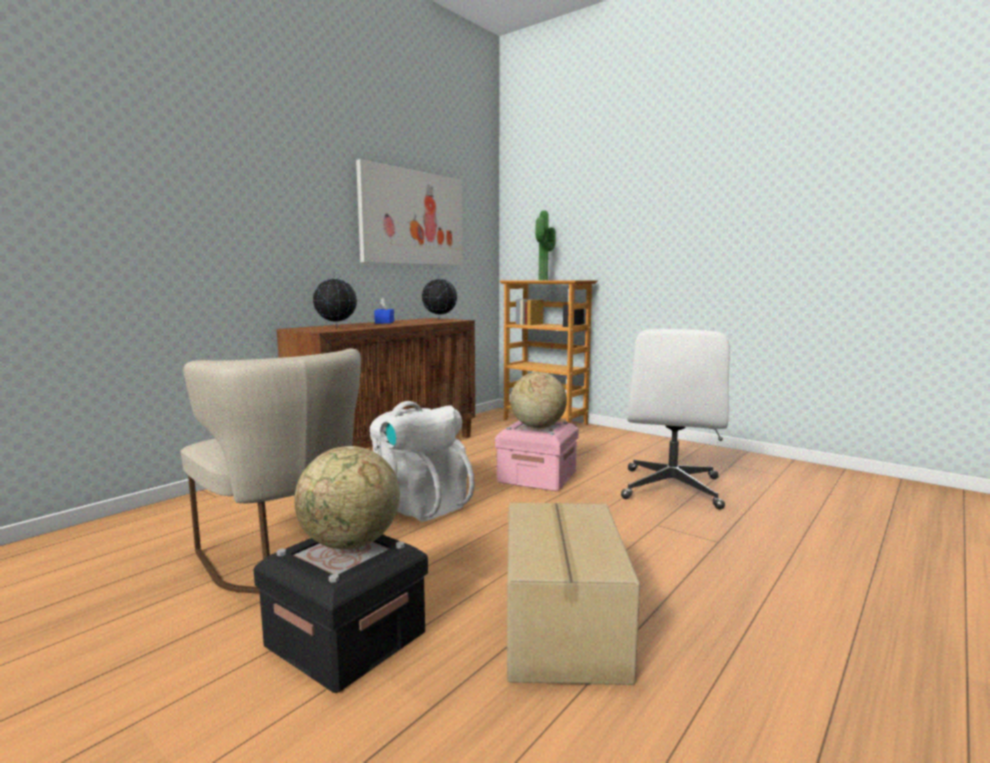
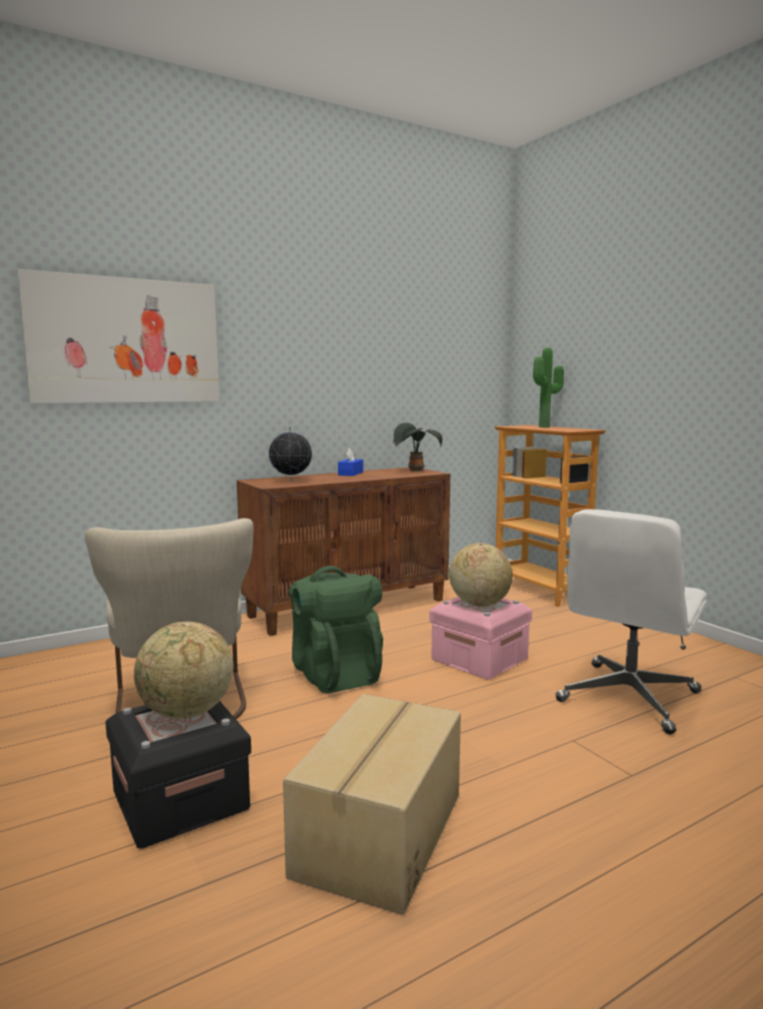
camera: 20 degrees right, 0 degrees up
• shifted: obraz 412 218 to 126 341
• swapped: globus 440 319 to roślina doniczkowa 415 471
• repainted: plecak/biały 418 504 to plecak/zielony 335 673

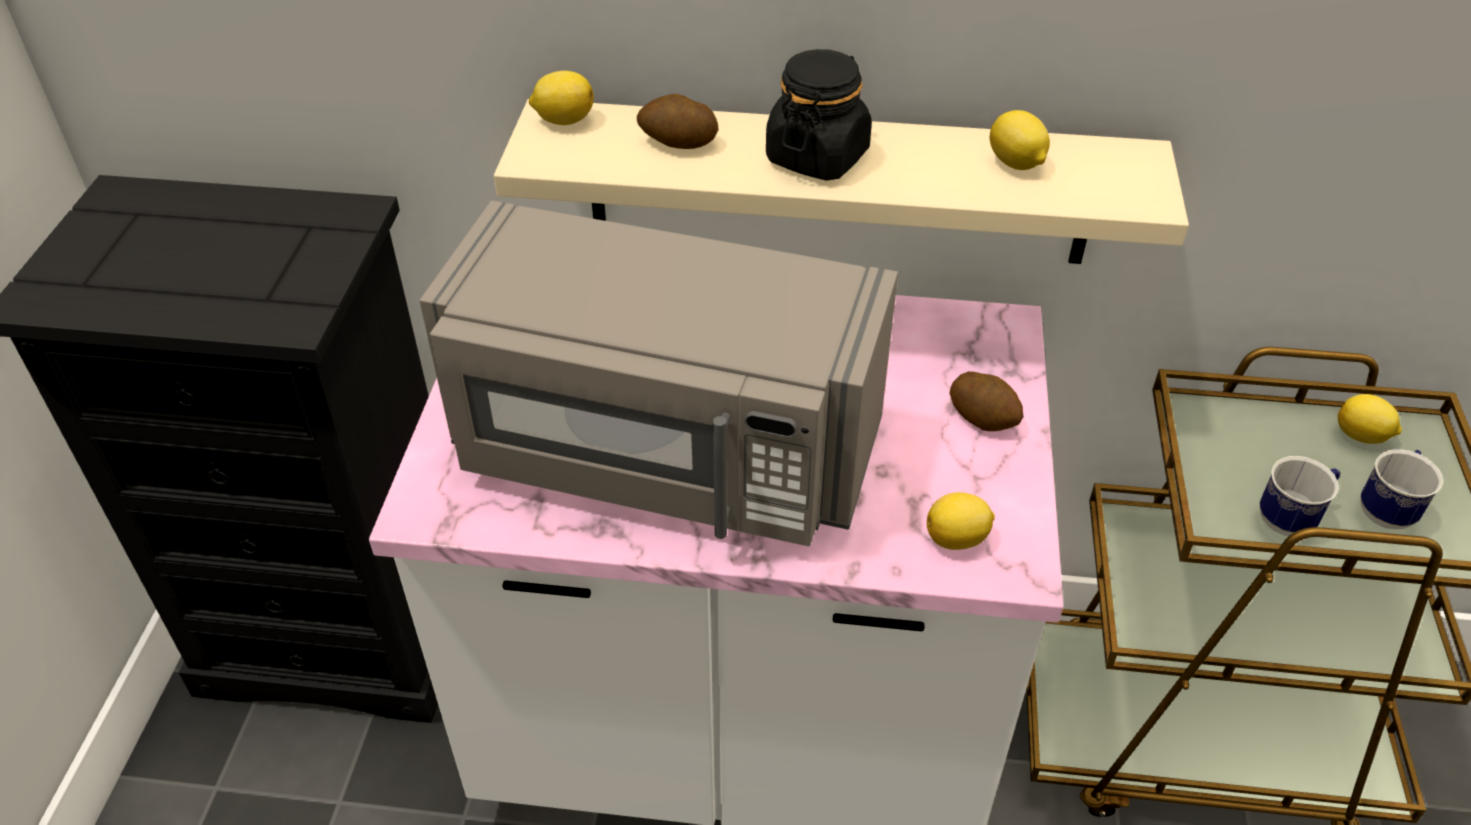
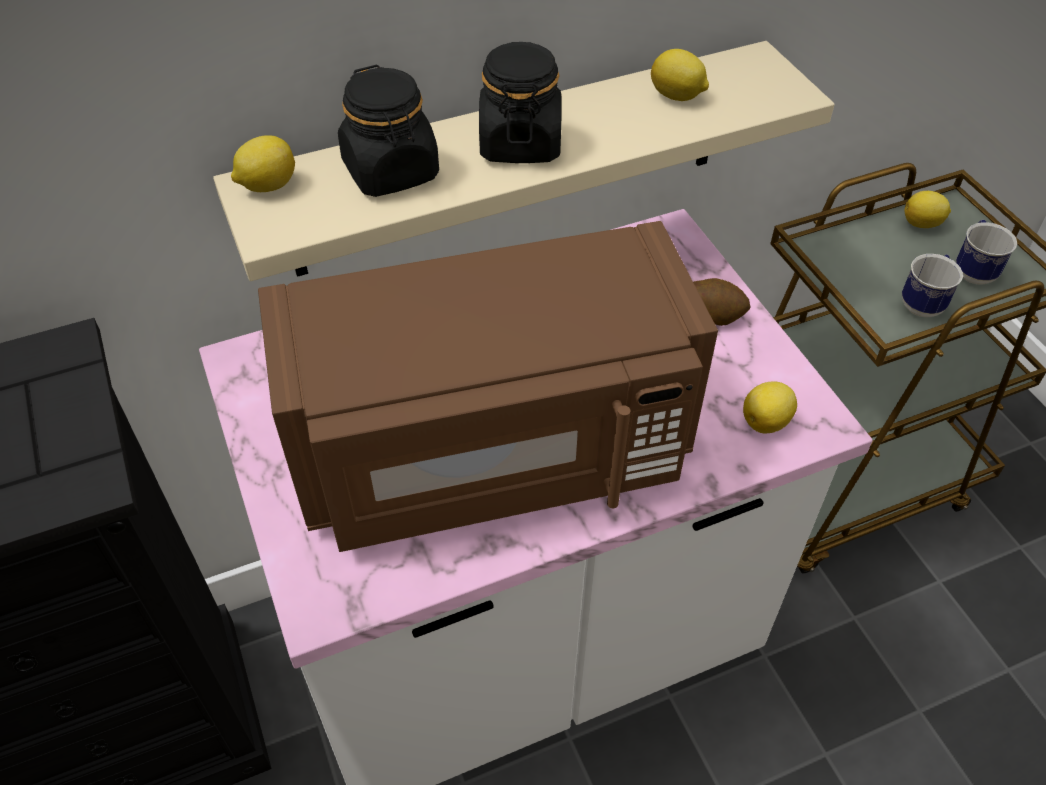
camera: 30 degrees left, 5 degrees up
• swapped: ziemniak 678 143 to słoik/czarny 391 171
• repainted: mikrofalówka/szary 664 453 to mikrofalówka/brązowy 494 453

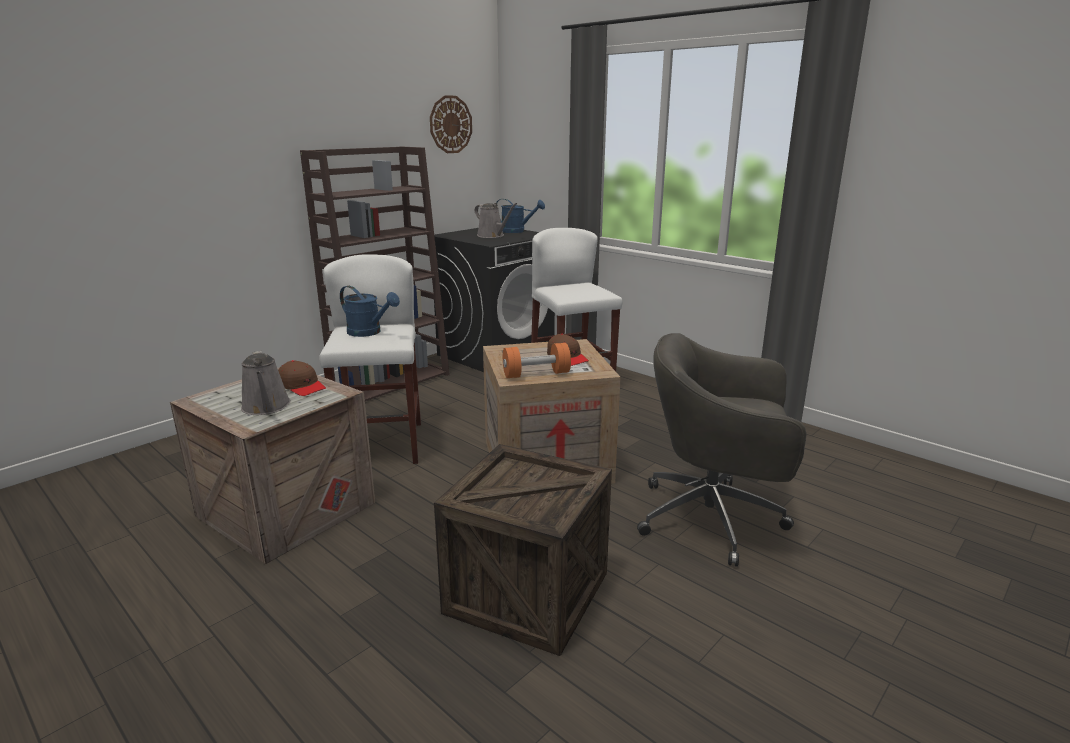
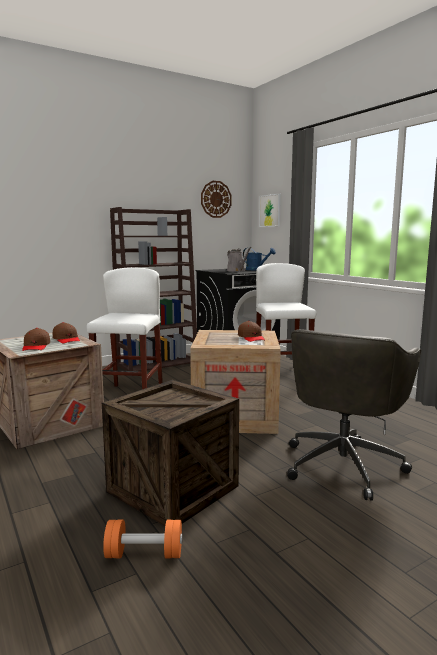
camera: 15 degrees right, 10 degrees down
• gone: konewka/niebieski 369 332
• new: obraz 270 210
• shifted: hantel/pomarańczowy 536 374 to 144 554
• swapped: konewka/szary 266 407 to czapka z daszkiem/brązowy 36 346
• rotated: krzesło biurowe/szary 714 518 = 344 464 90 degrees counterclockwise

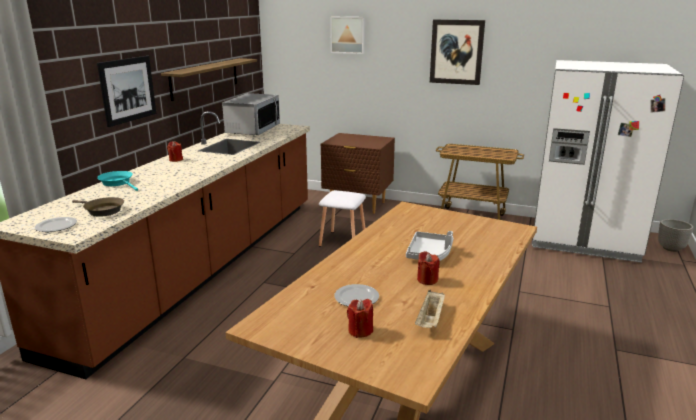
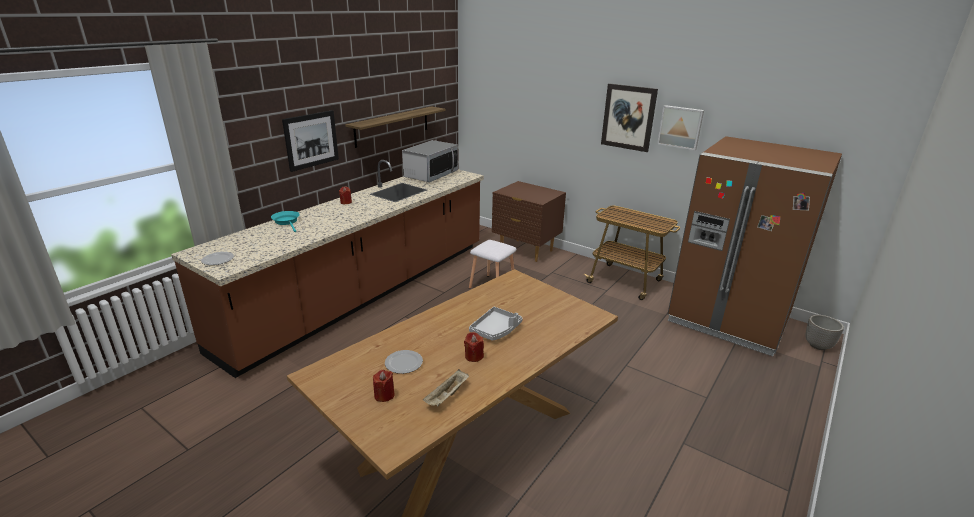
camera: 15 degrees right, 5 degrees up
• gone: patelnia/brązowy 102 210
• shifted: obraz 348 35 to 680 127
• repainted: lodówka/biały 584 239 to lodówka/brązowy 728 320

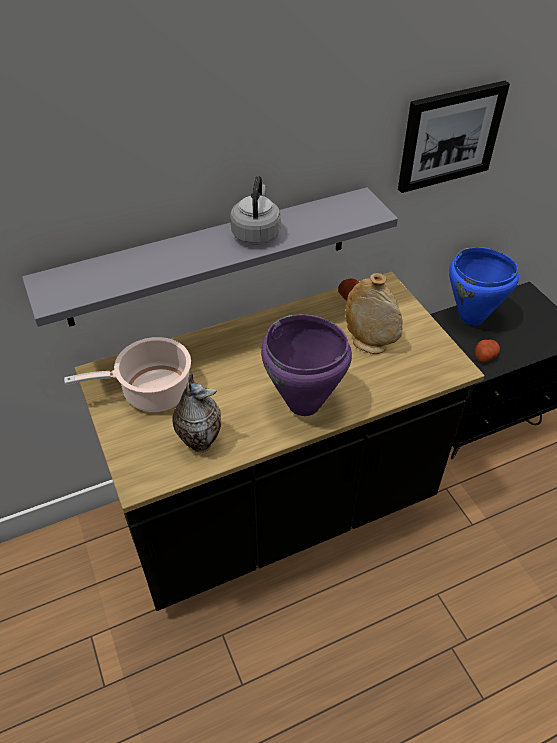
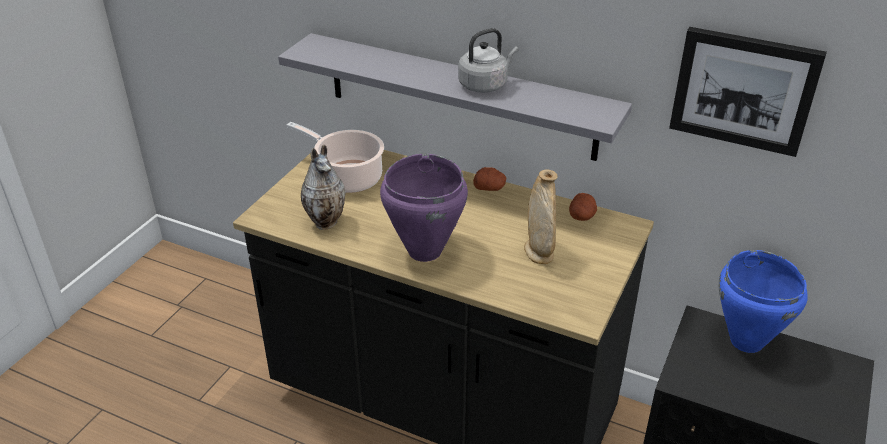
camera: 50 degrees right, 10 degrees down
• shifted: ziemniak 485 355 to 490 188

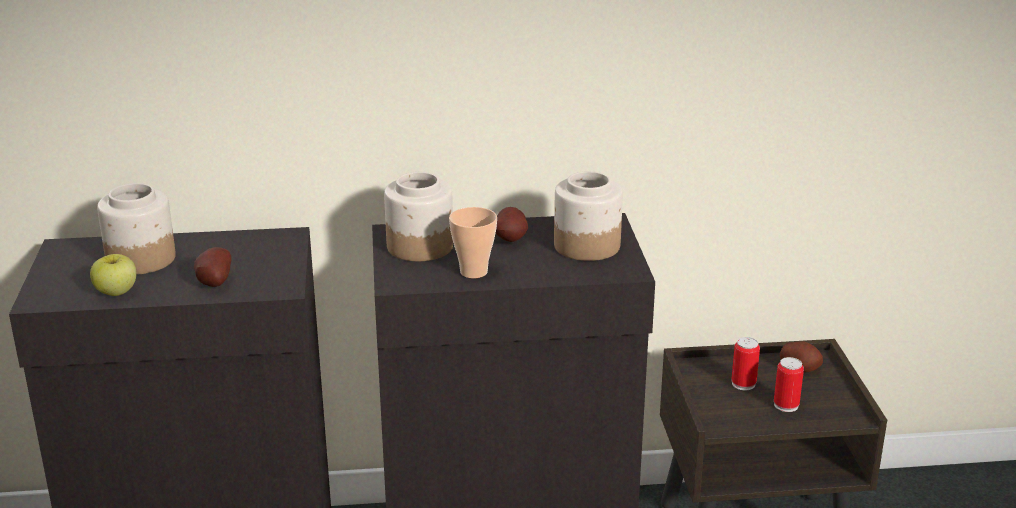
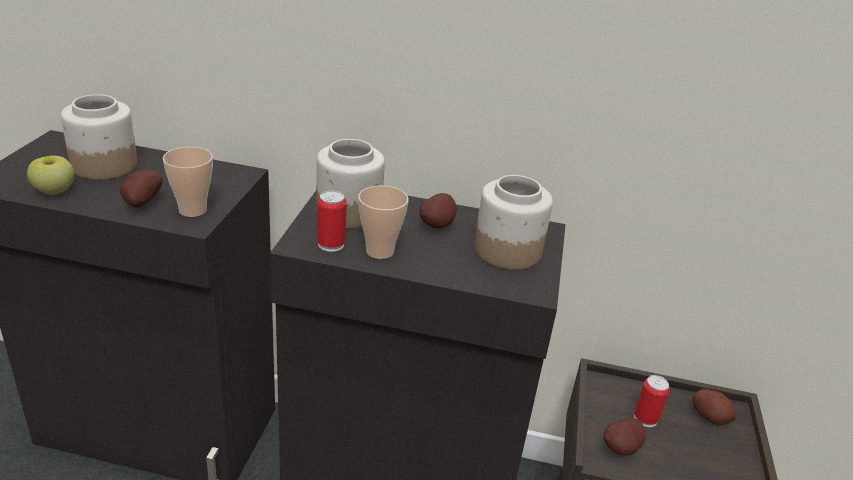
camera: 15 degrees right, 5 degrees up
• new: filiżanka 192 210
• new: ziemniak 622 449
• shifted: puszka 786 405 to 331 244

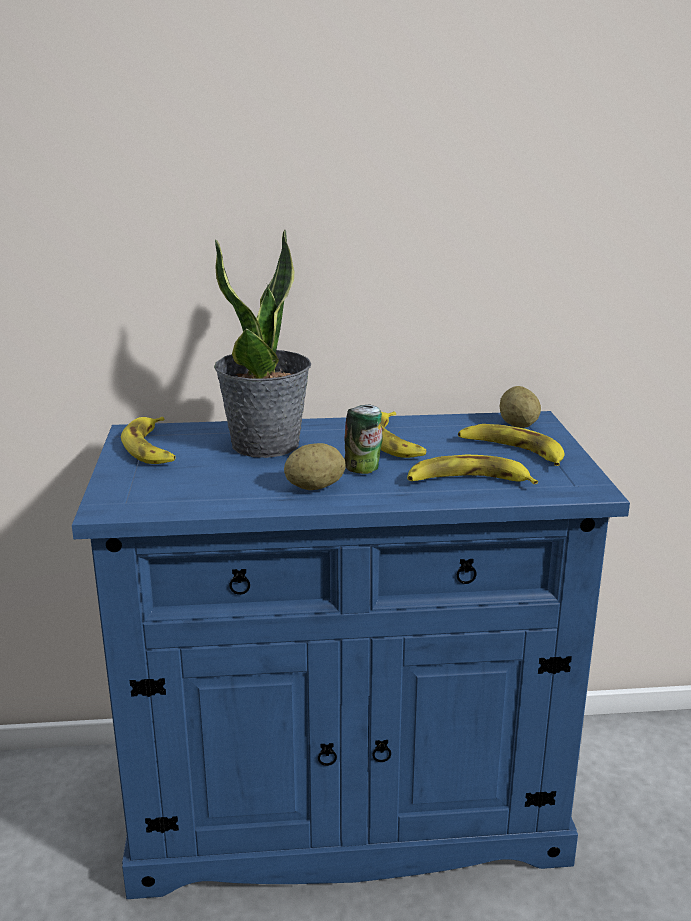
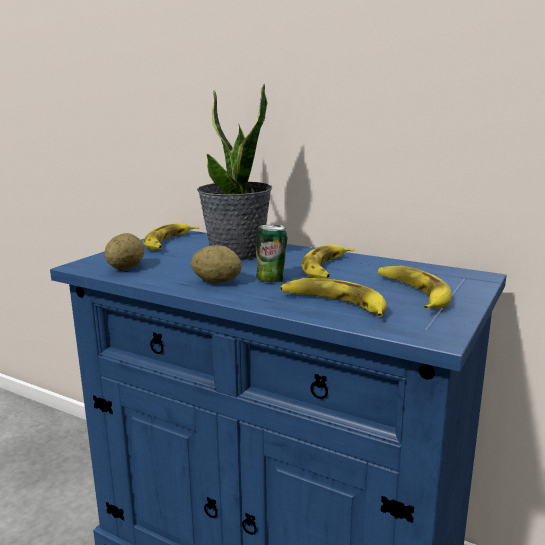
camera: 35 degrees right, 5 degrees down
• shifted: ziemniak 518 425 to 126 268

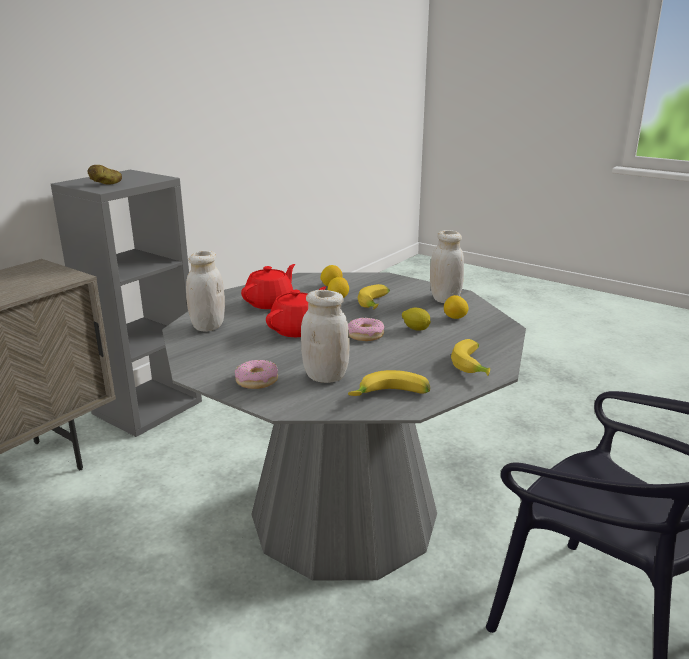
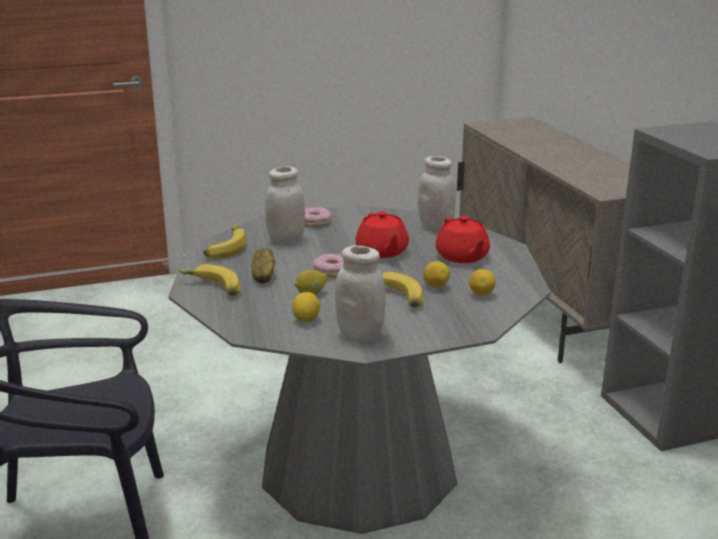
camera: 125 degrees right, 0 degrees up
• shifted: ziemniak 106 184 to 263 277

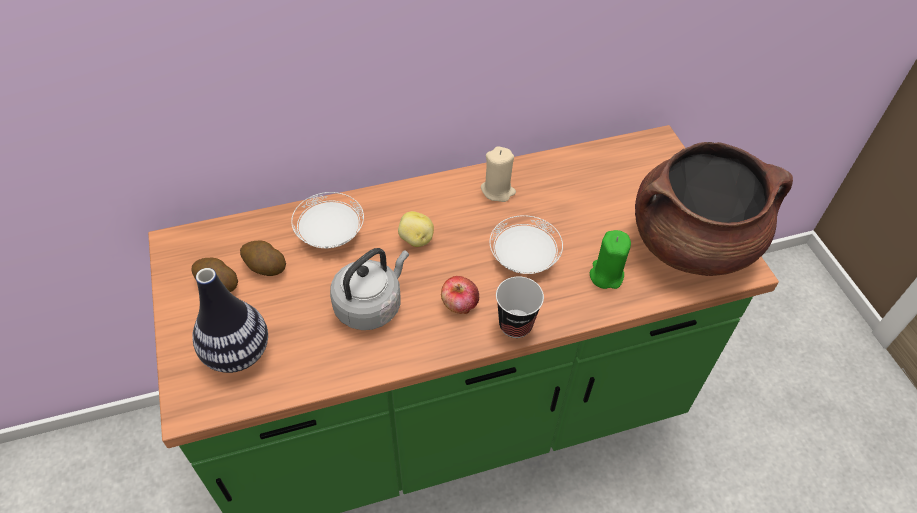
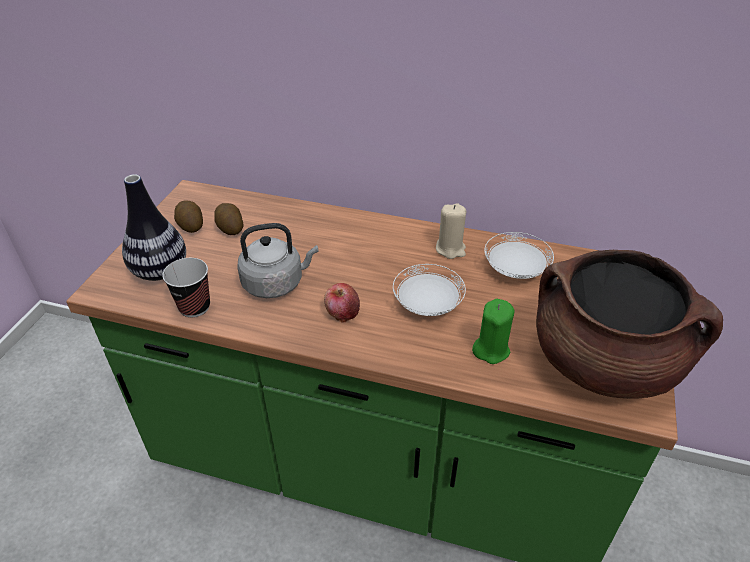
camera: 35 degrees right, 10 degrees down
• gone: ziemniak 416 240
• shifted: talerz/biały 331 233 to 516 270
• shifted: filiżanka 515 325 to 194 307

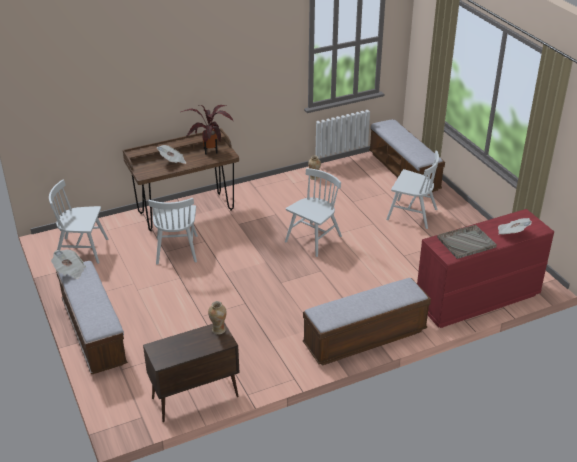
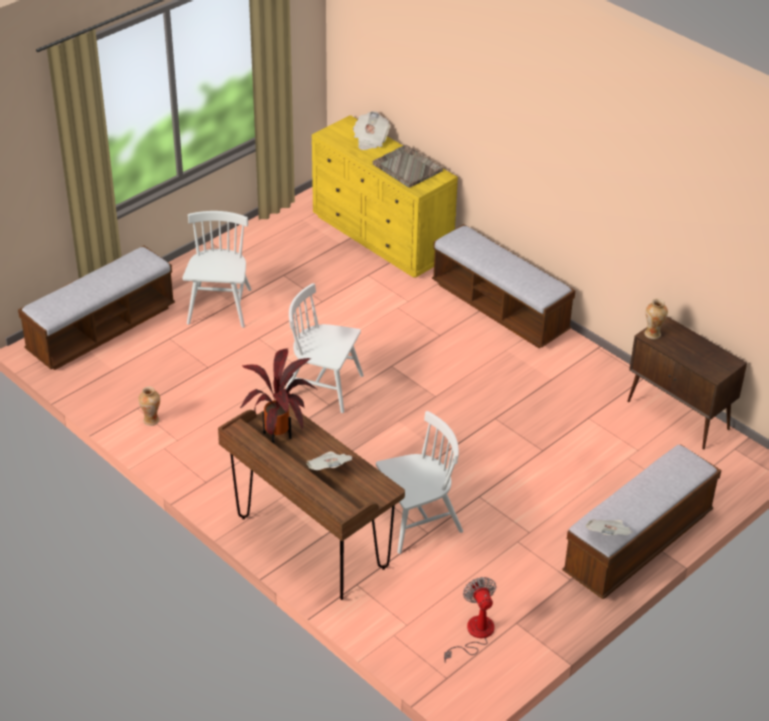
camera: 110 degrees left, 5 degrees up
• swapped: krzesło/biały 82 250 to wentylator 474 634
• repainted: komoda/czerwony 476 299 to komoda/żółty 382 237

